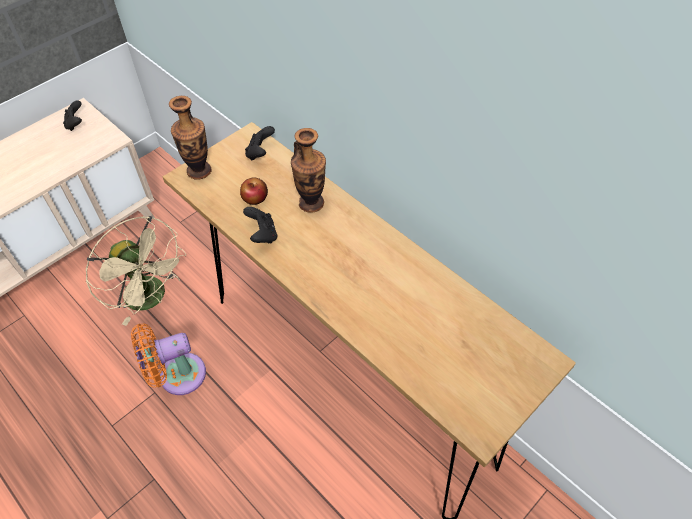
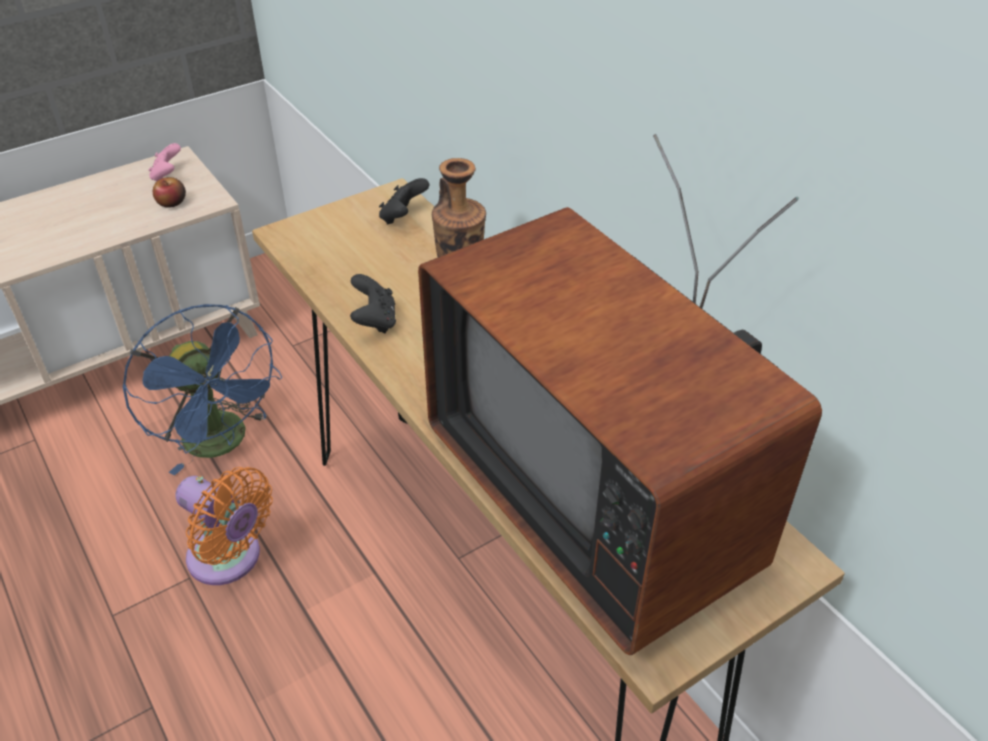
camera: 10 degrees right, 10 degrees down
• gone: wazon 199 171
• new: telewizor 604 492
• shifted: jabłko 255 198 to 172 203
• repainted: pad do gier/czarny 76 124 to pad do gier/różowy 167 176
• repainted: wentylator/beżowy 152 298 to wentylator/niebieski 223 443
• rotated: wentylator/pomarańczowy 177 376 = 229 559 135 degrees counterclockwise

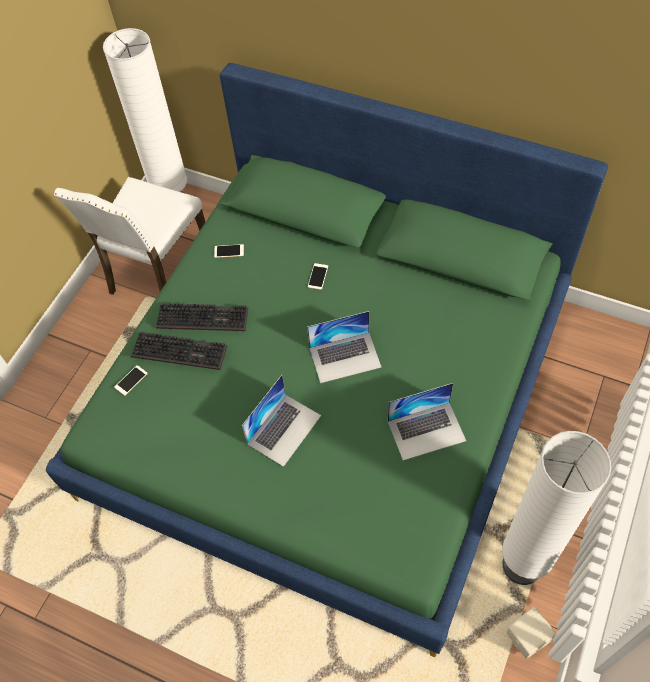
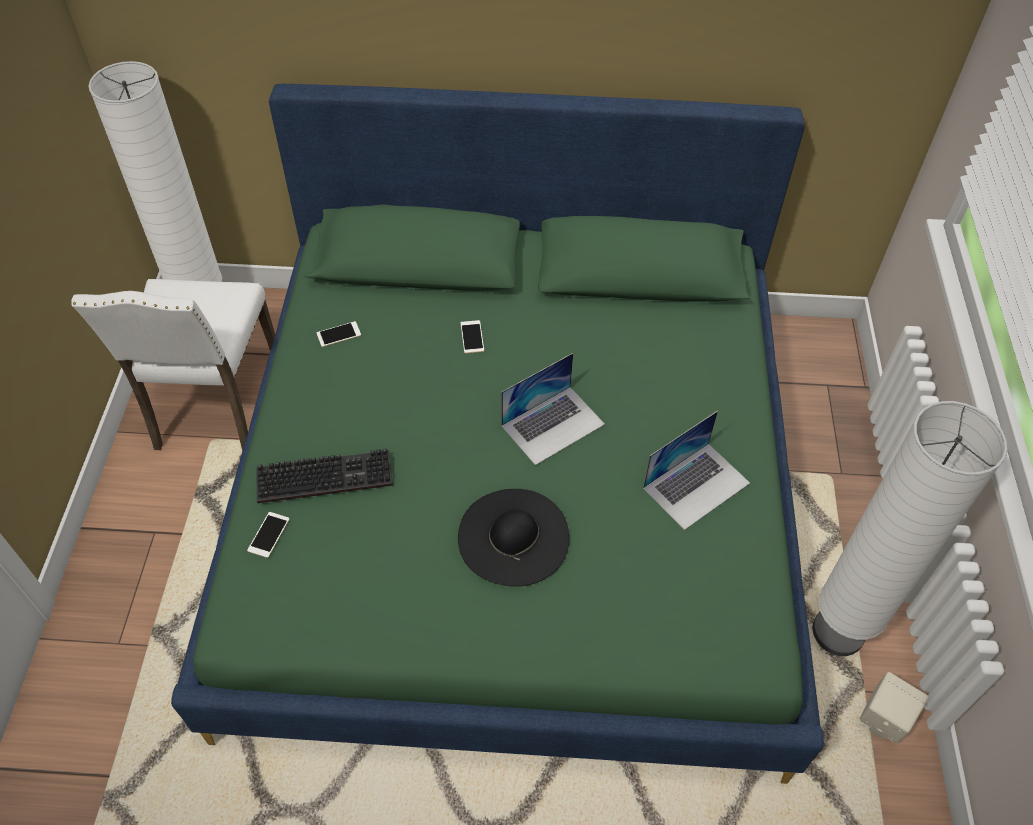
camera: 25 degrees left, 5 degrees down
• gone: klawiatura 204 317
• swapped: laptop 284 429 to kapelusz/czarny 513 536

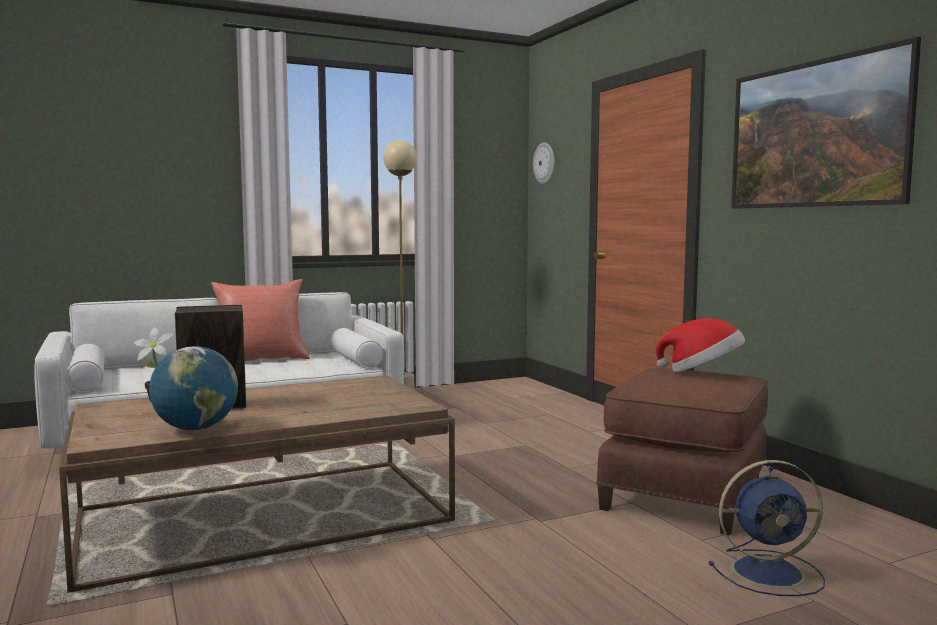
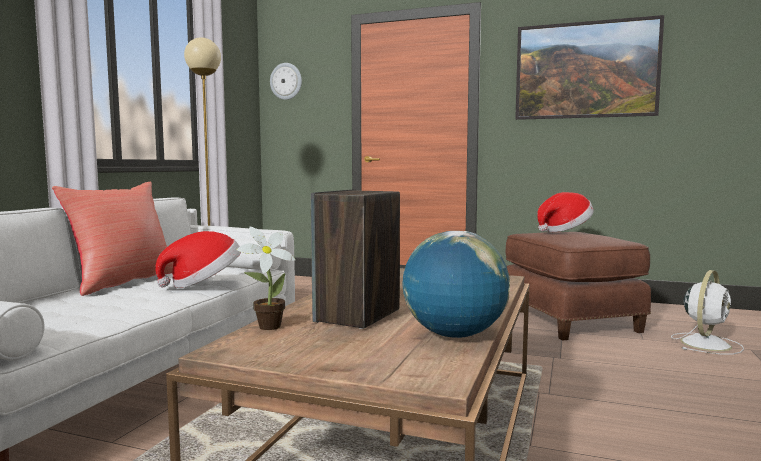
camera: 45 degrees left, 0 degrees up
• new: kapelusz 203 284
• repainted: wentylator/niebieski 770 572 to wentylator/biały 706 343

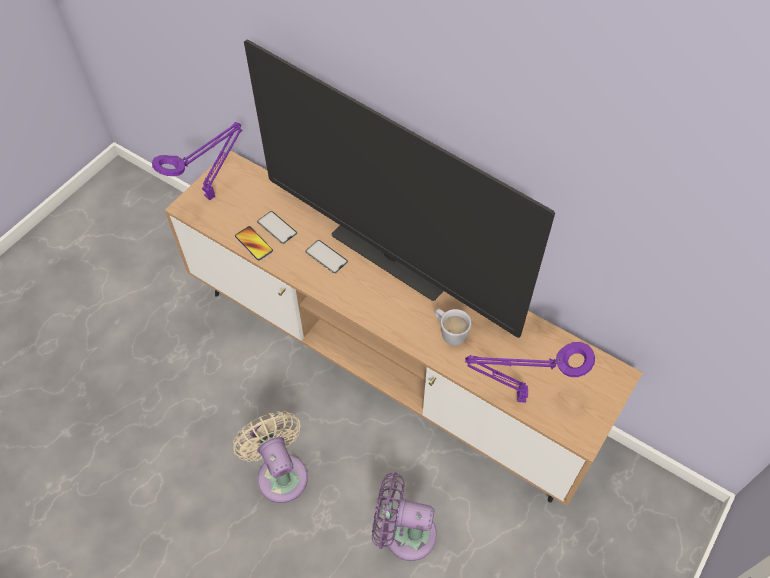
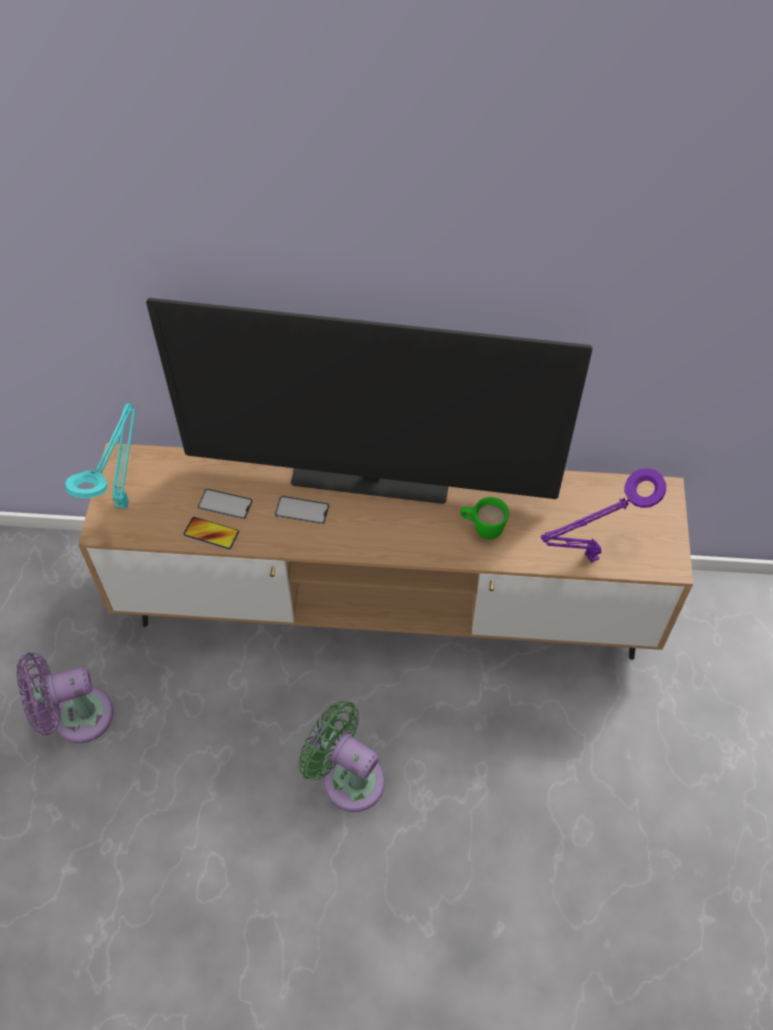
camera: 30 degrees left, 0 degrees up
• shifted: wentylator/fioletowy 404 532 to 76 717
• repainted: lampa stołowa/fioletowy 212 195 to lampa stołowa/turkusowy 124 502
• repainted: wentylator/beżowy 280 473 to wentylator/zielony 348 777
• repainted: kubek/biały 449 333 to kubek/zielony 482 528

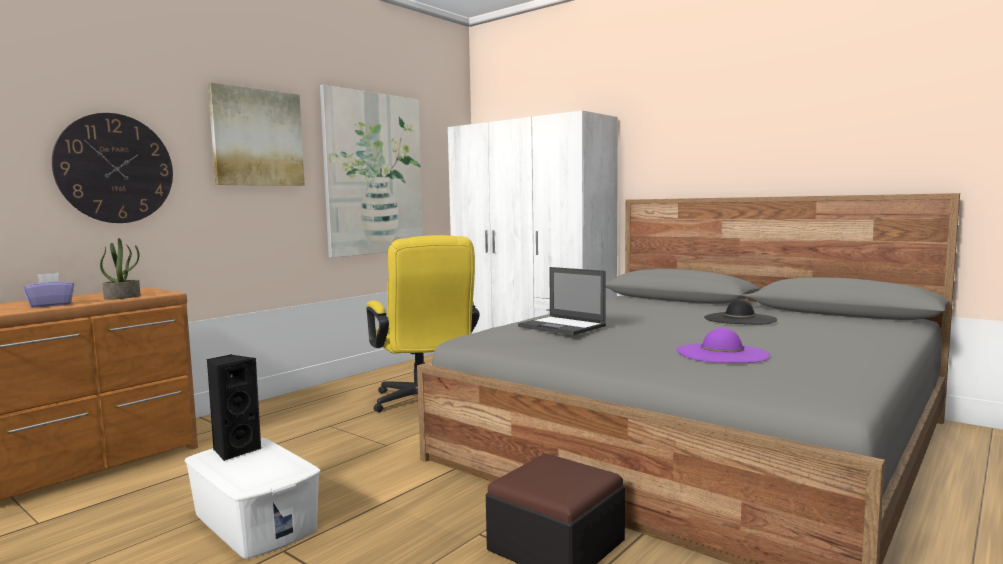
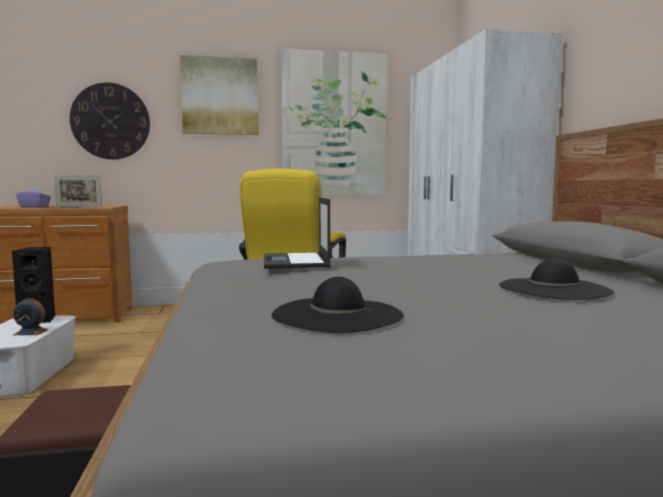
camera: 40 degrees right, 0 degrees up
• new: budzik 31 332
• swapped: roślina doniczkowa 122 297 to ramka na zdjęcie 79 207
• repainted: kapelusz/fioletowy 721 353 to kapelusz/czarny 337 314

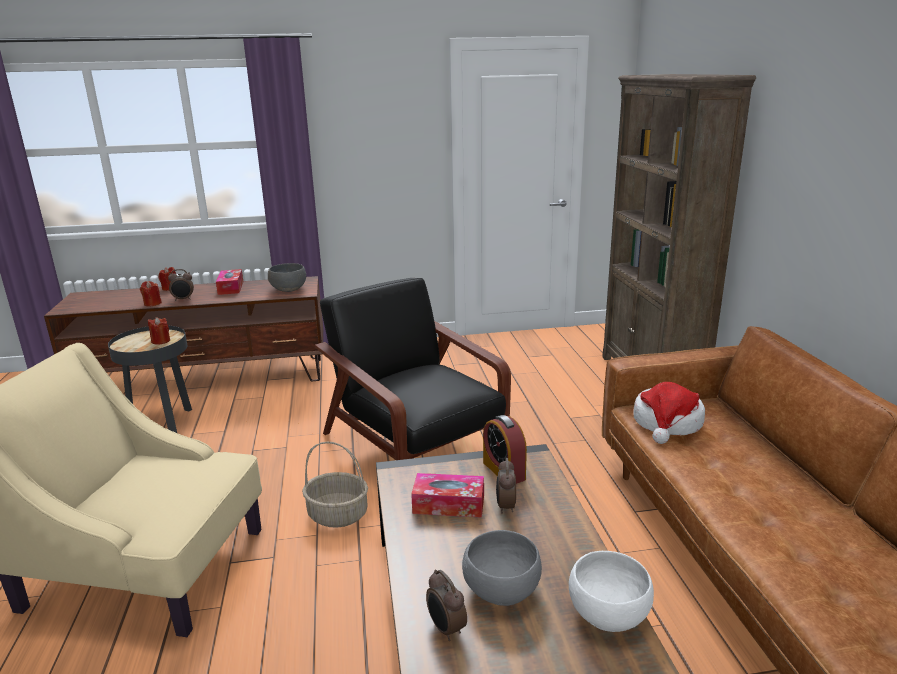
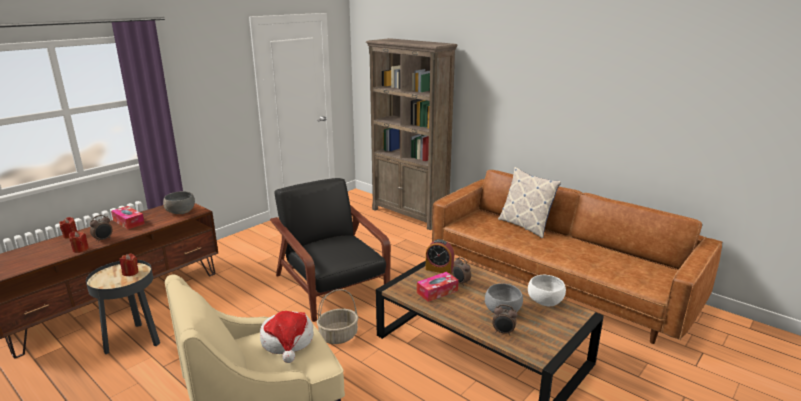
camera: 40 degrees left, 0 degrees up
• new: poduszka 525 226
• shifted: kapelusz 667 423 to 288 341
• rotated: fotel/czarny 415 445 = 332 287 45 degrees clockwise

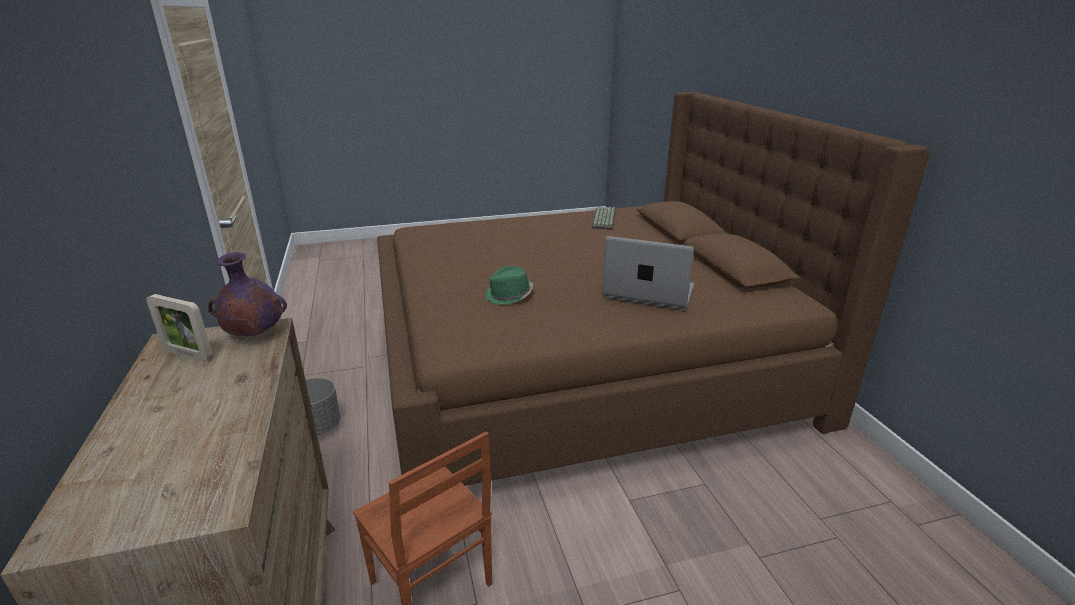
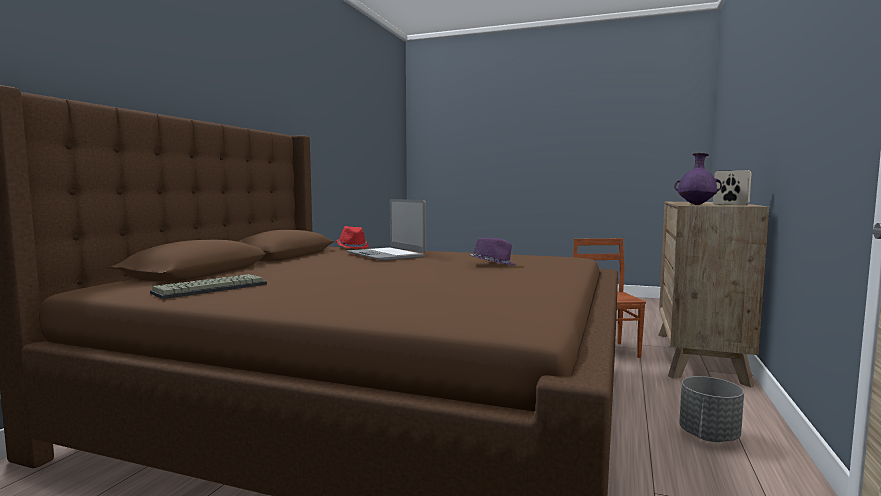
camera: 145 degrees left, 20 degrees down
• new: kapelusz/czerwony 353 247
• repainted: kapelusz/zielony 509 296 to kapelusz/fioletowy 492 264

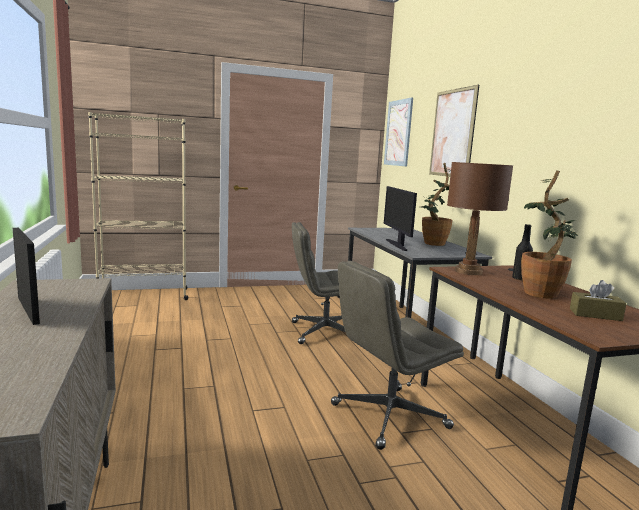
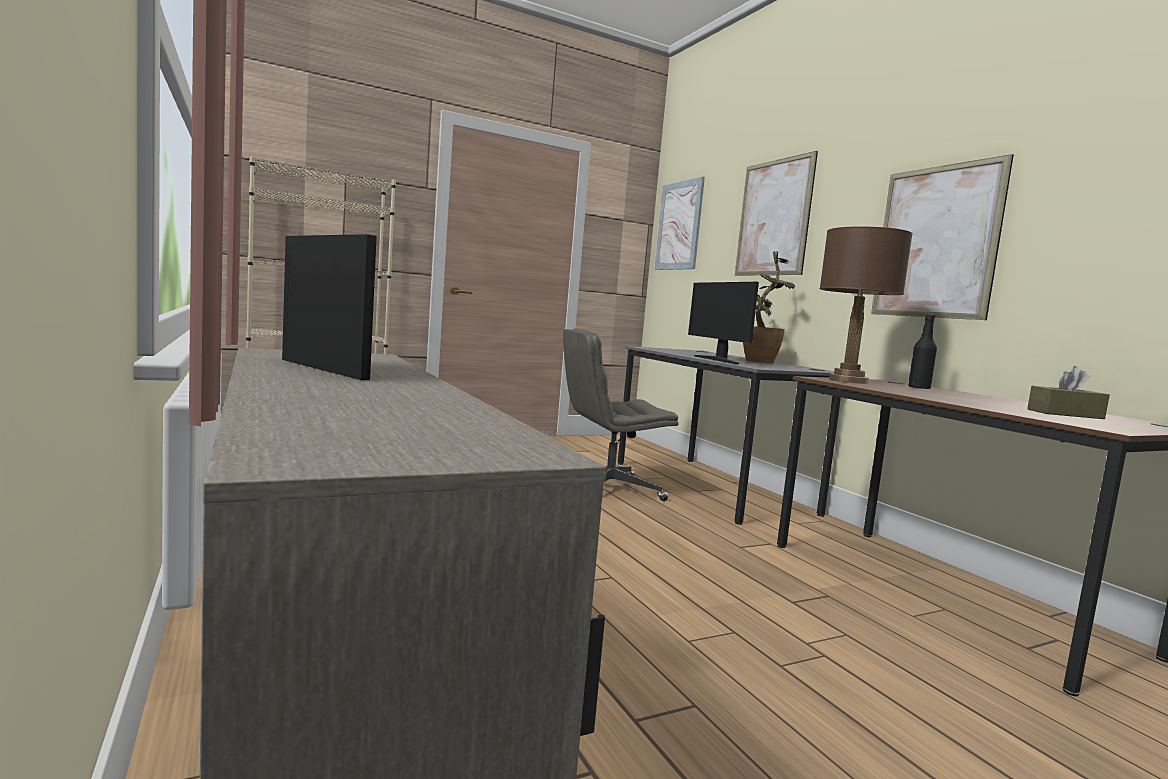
camera: 10 degrees left, 5 degrees down
• gone: krzesło biurowe/szary 388 416
• gone: roślina doniczkowa 545 292
• new: obraz 936 242

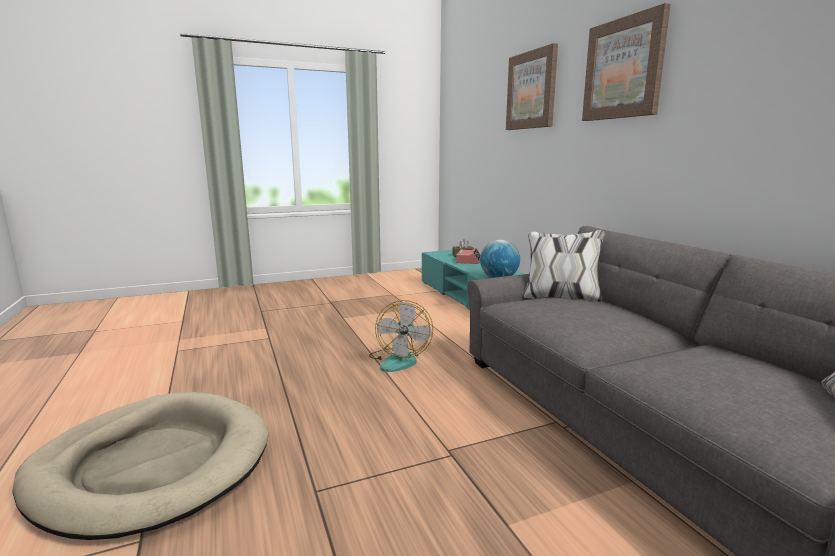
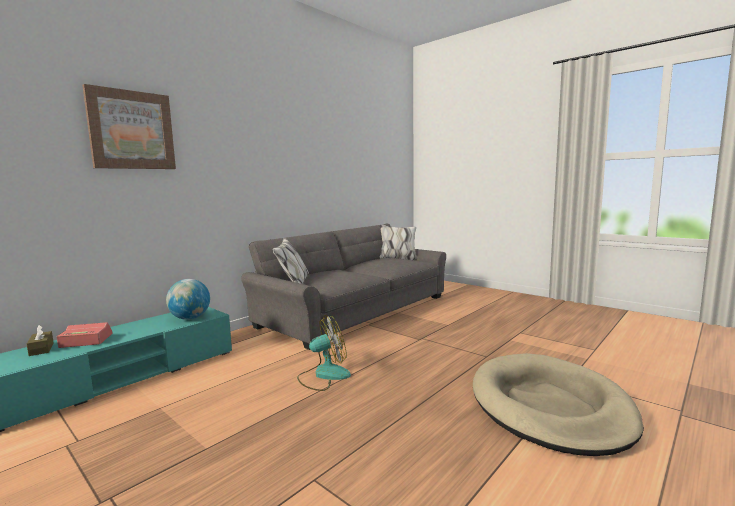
camera: 115 degrees left, 5 degrees down
• gone: obraz 624 69

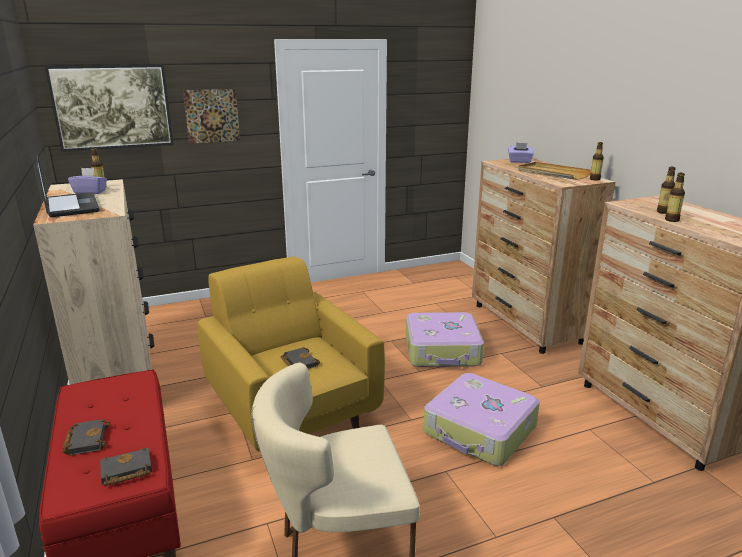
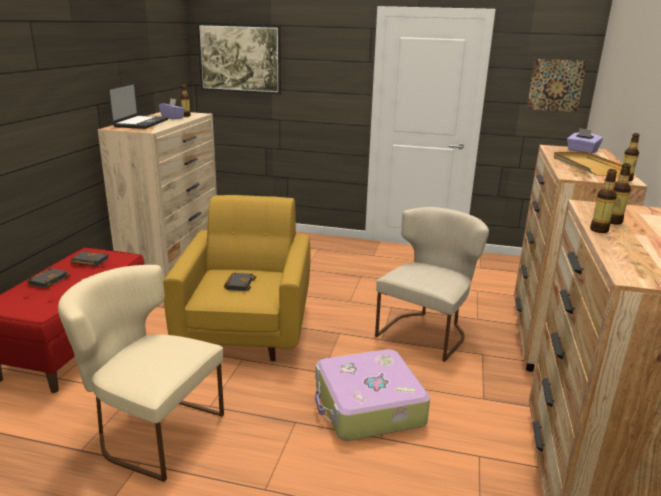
camera: 35 degrees right, 0 degrees up
• shifted: książka/czarny 125 471 to 88 262
• shifted: obraz 212 116 to 555 85
• swapped: walizka 443 351 to krzesło/beżowy 426 331

